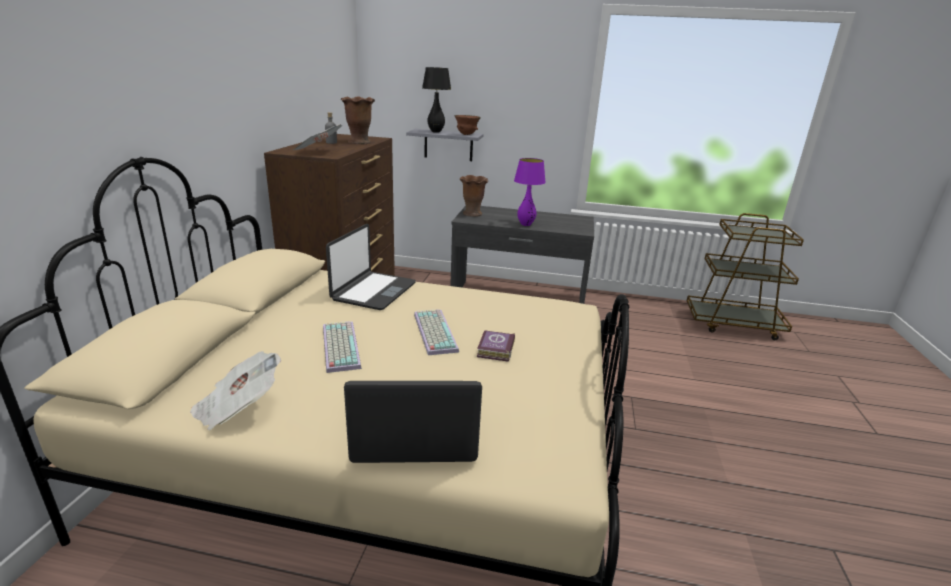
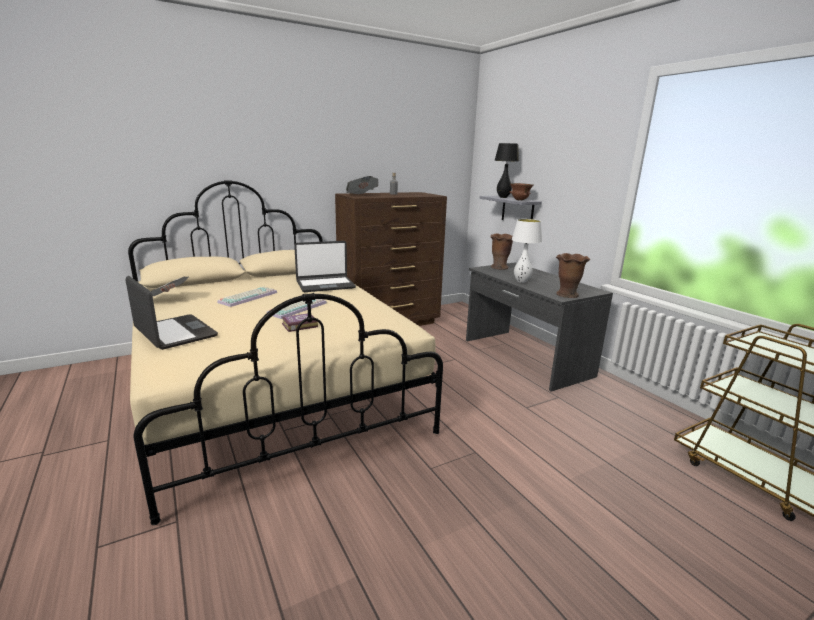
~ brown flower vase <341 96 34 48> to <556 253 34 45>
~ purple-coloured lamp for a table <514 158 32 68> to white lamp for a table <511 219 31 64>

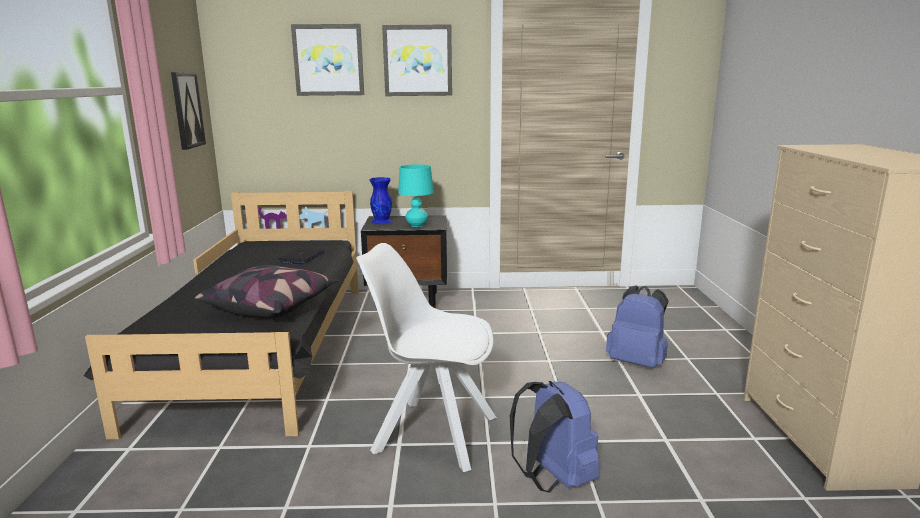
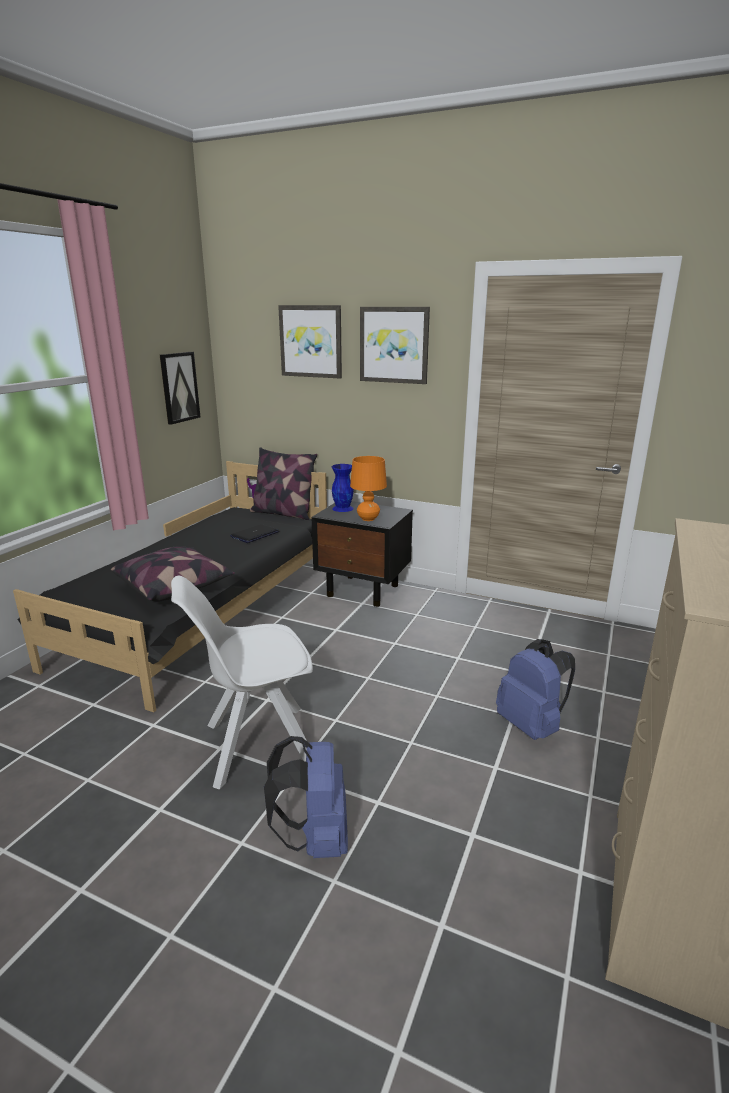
~ white plain chair <356 243 141 229> = <171 576 142 214> 60 degrees counterclockwise
~ turquoise lamp for a table <398 164 36 63> to orange lamp for a table <350 456 37 65>
+ cushion <250 447 67 73>

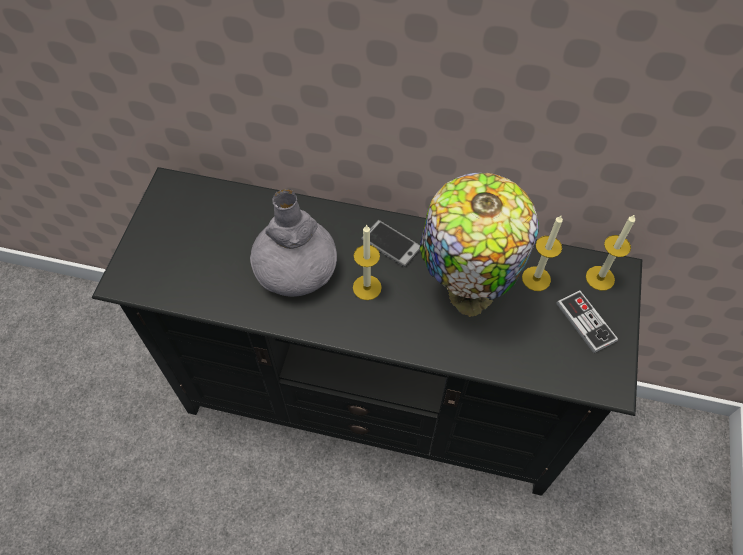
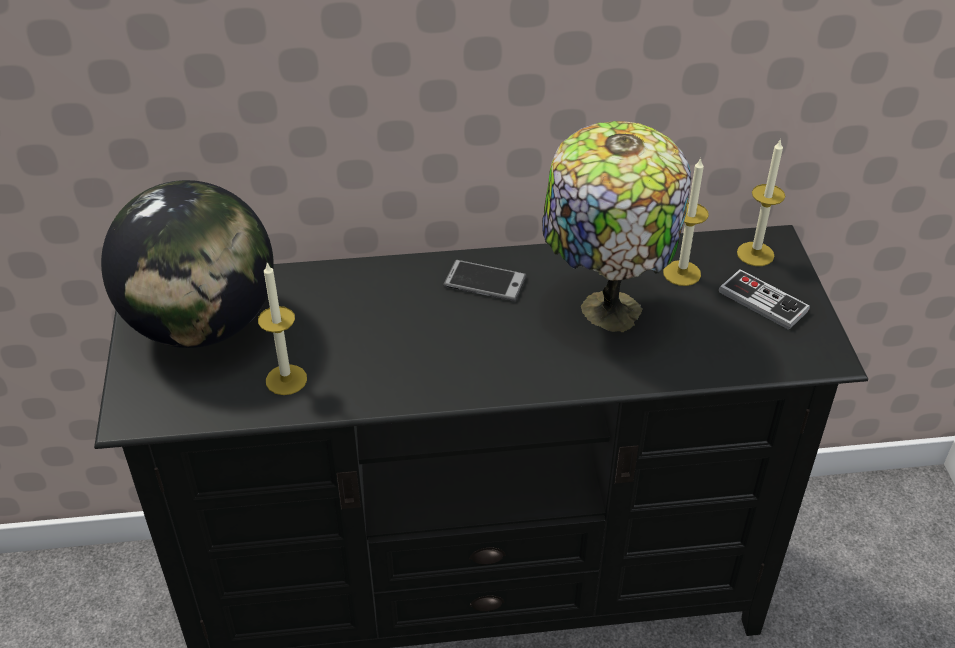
- gray flower vase <250 189 87 108>
~ wax light <353 224 29 76> to <258 263 49 132>
+ world globe <101 180 173 168>

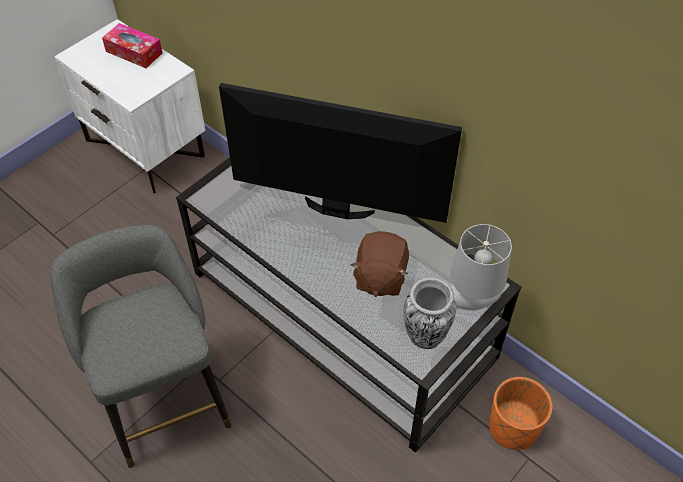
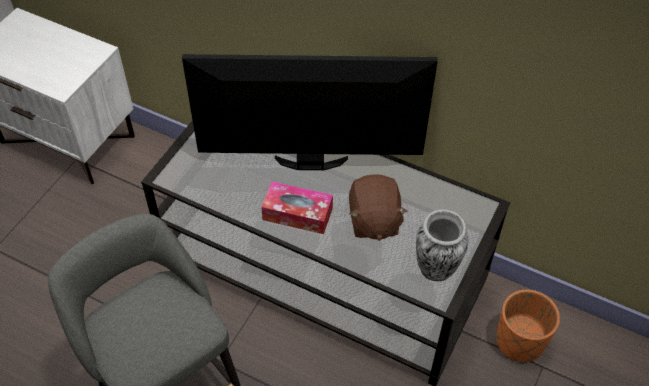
~ box of tissues <102 23 61 45> to <261 181 72 53>
- gray lamp for a table <450 224 62 86>

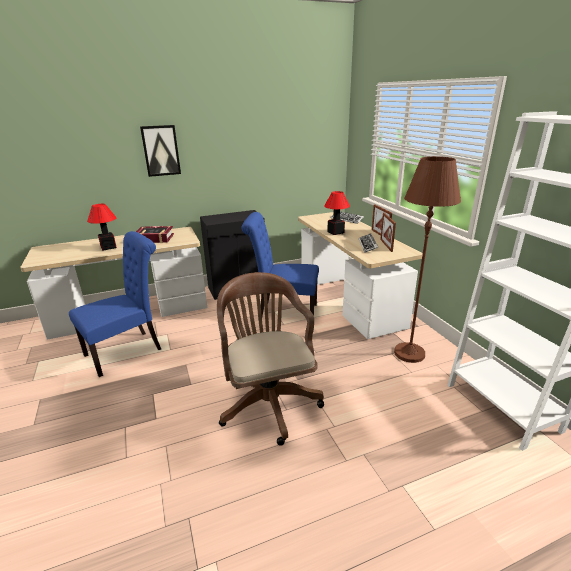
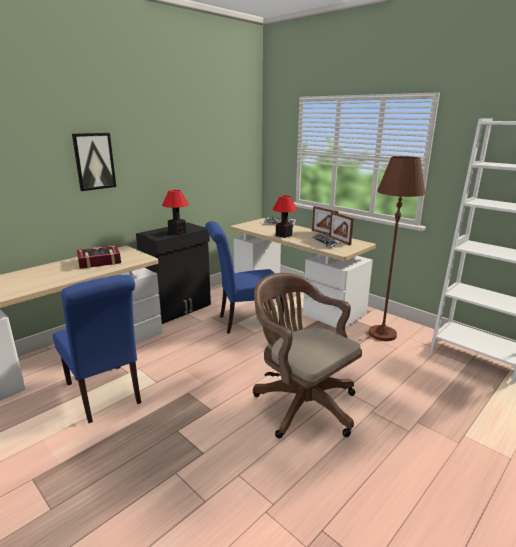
~ blue plain chair <69 231 92 146> = <53 275 88 148> 120 degrees clockwise
~ lamp for a table <87 204 30 46> to <162 190 27 45>

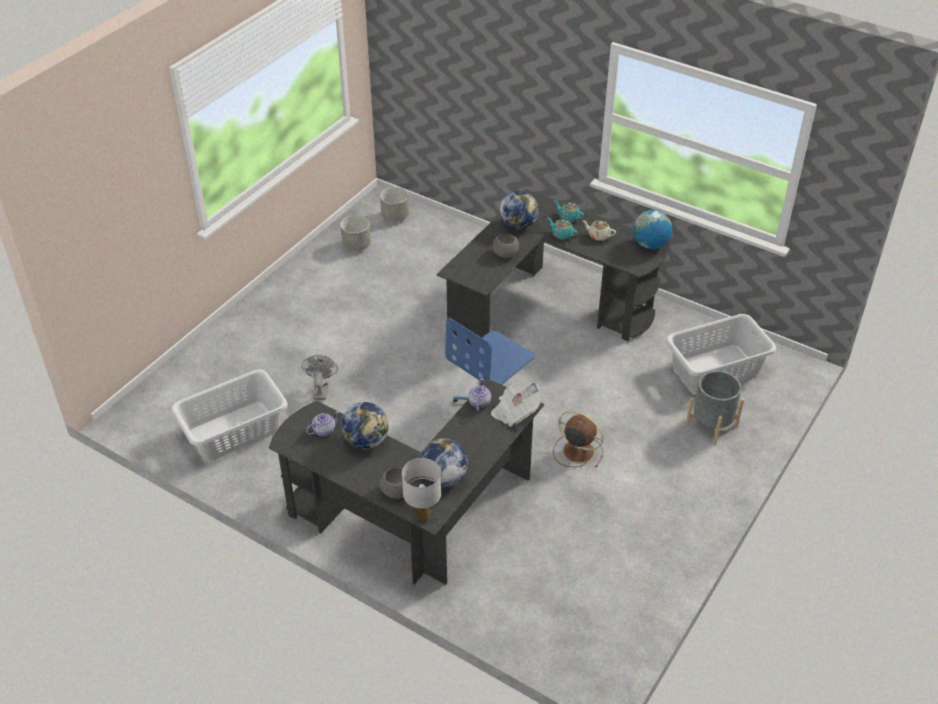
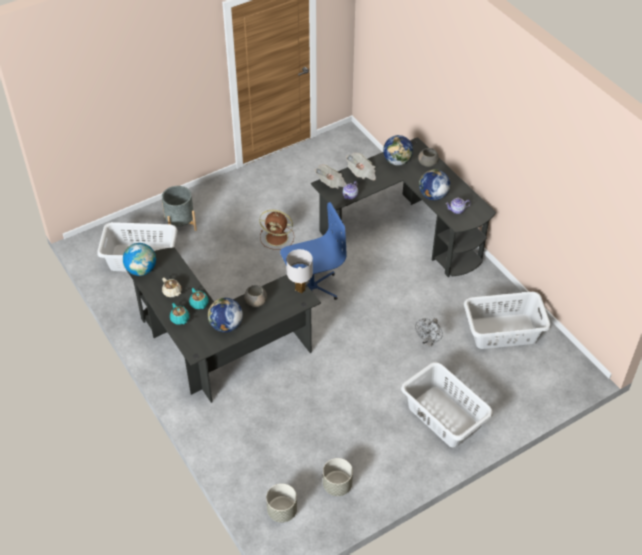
~ white lamp for a table <402 458 39 63> to <286 249 27 45>
~ brown electric fan <553 410 51 58> = <259 210 35 40> 45 degrees counterclockwise
+ newspaper <346 153 30 27>
+ gray washing basket <401 362 92 85>

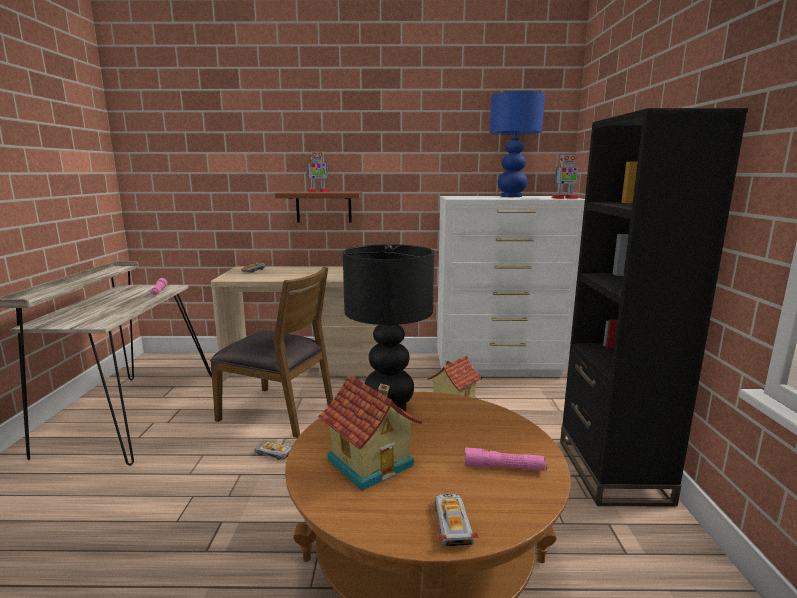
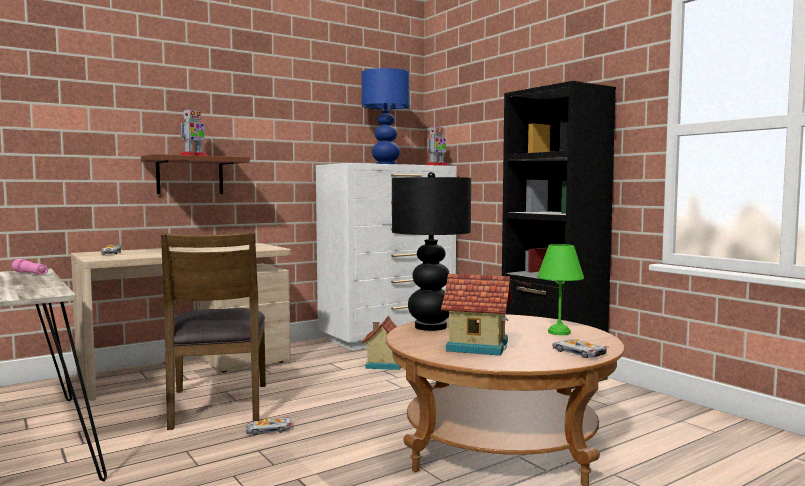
~ brown plain chair <210 267 123 171> = <161 232 105 198> 90 degrees clockwise
~ pink-coloured flashlight <464 447 83 24> to greenish lamp for a table <537 244 47 91>

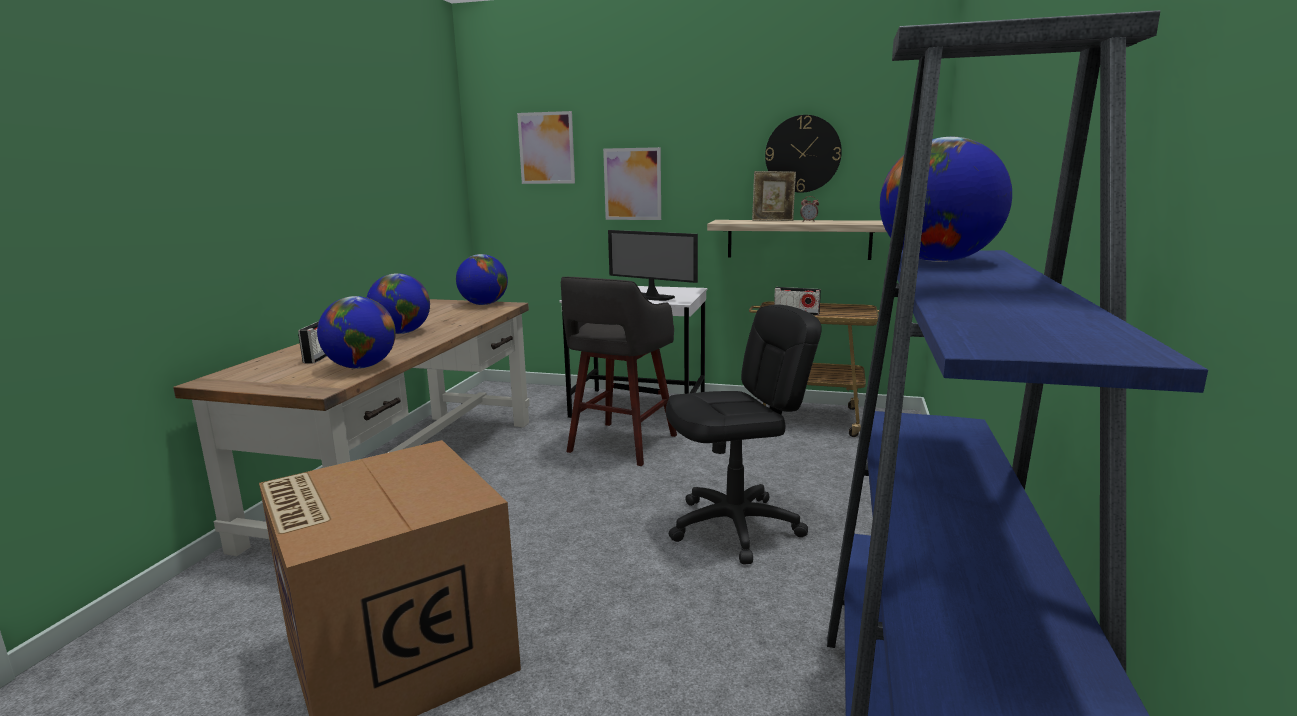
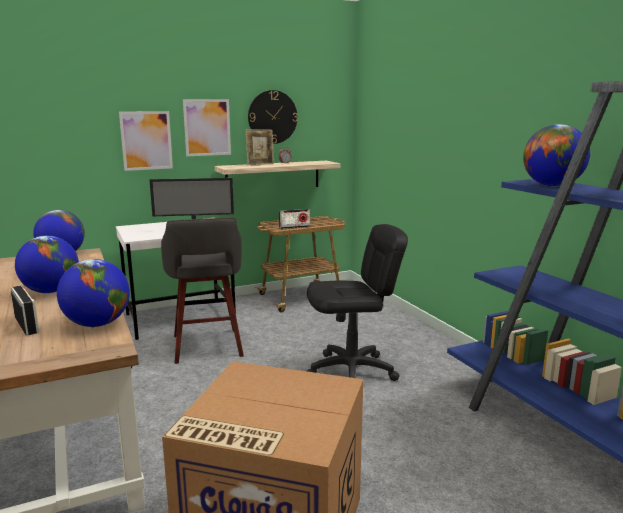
~ picture <517 111 58 73> to <183 99 48 57>
~ black-coloured desk chair <666 304 156 260> = <307 224 101 157> 45 degrees clockwise

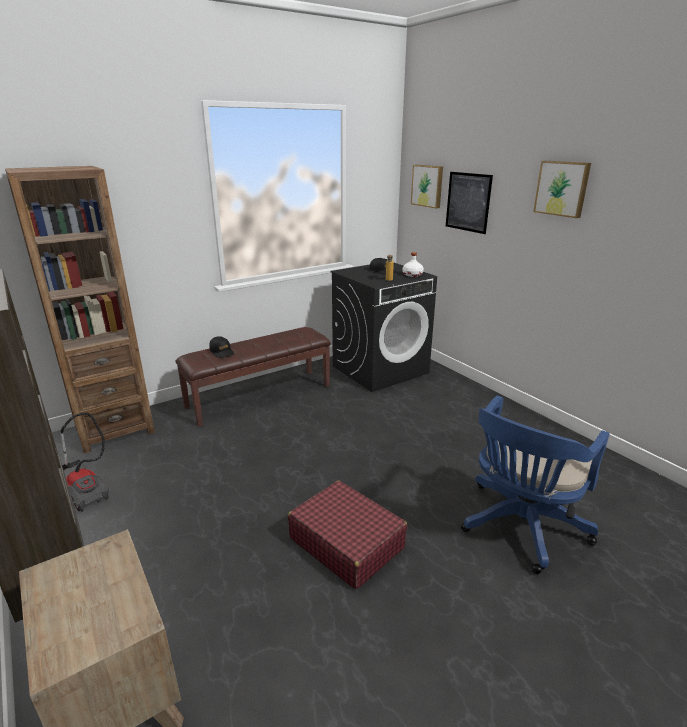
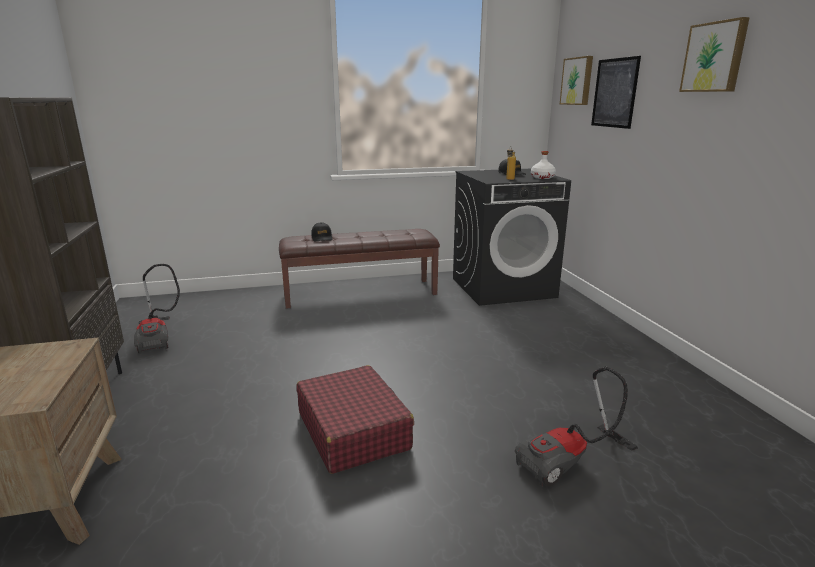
- brown shelving unit <5 166 150 288>
~ blue desk chair <461 396 149 178> to vacuum <515 367 123 120>

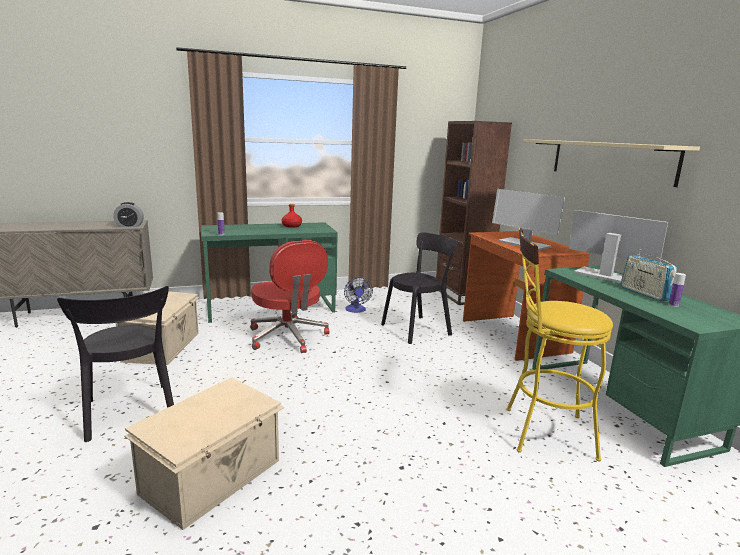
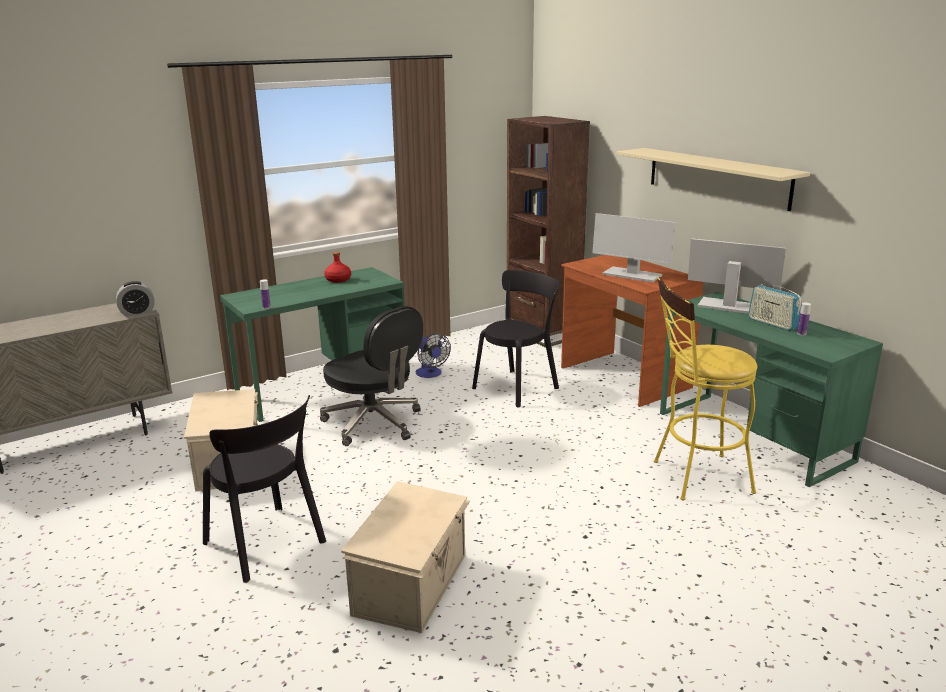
~ reddish desk chair <250 240 79 113> to black-coloured desk chair <320 306 103 140>

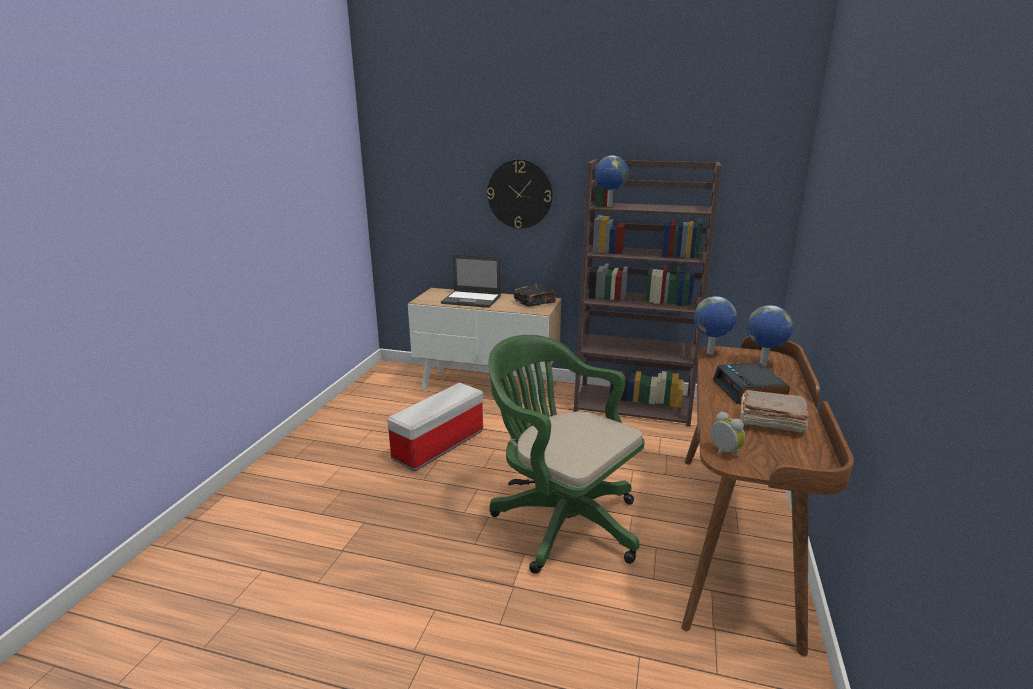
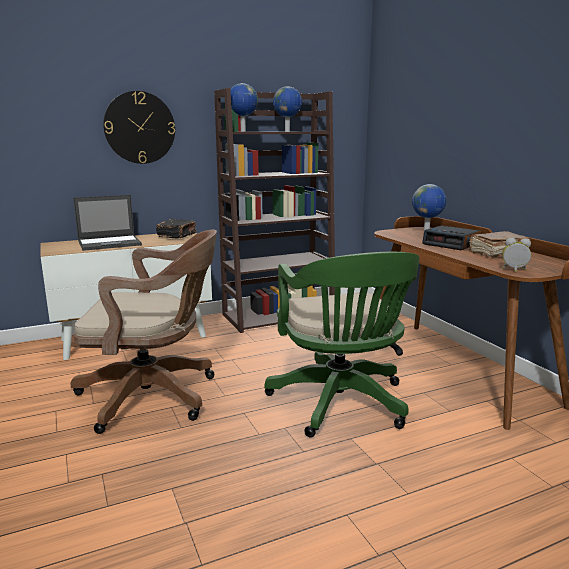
~ storage bin <387 382 96 89> to brown desk chair <70 229 147 205>
~ greenish desk chair <488 335 157 239> = <265 252 155 186> 105 degrees counterclockwise
~ world globe <694 296 43 59> to <273 86 29 46>

